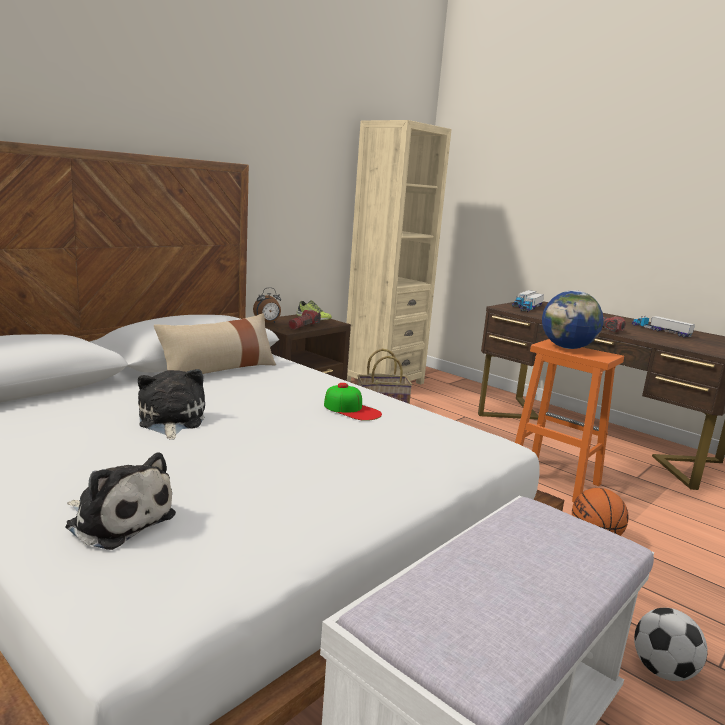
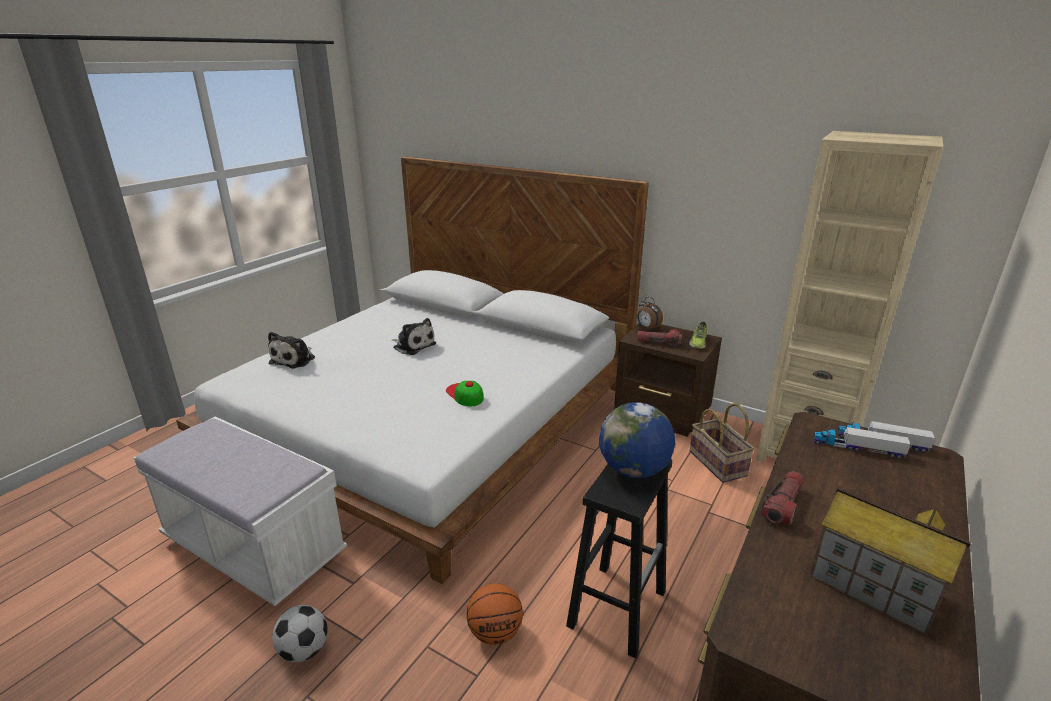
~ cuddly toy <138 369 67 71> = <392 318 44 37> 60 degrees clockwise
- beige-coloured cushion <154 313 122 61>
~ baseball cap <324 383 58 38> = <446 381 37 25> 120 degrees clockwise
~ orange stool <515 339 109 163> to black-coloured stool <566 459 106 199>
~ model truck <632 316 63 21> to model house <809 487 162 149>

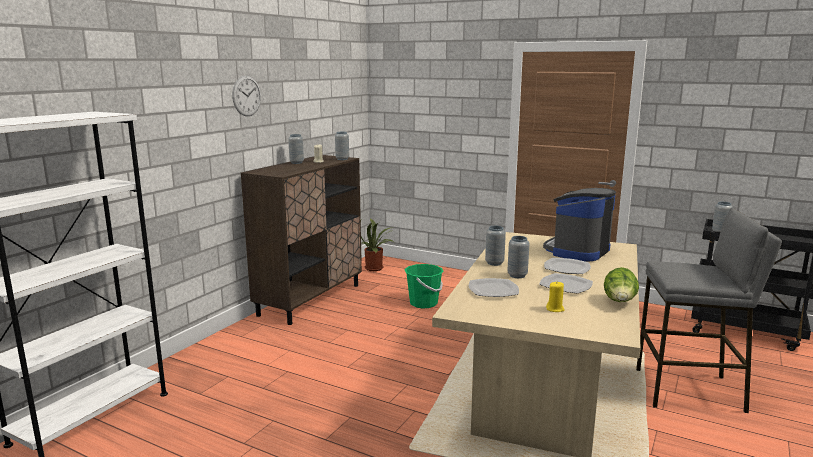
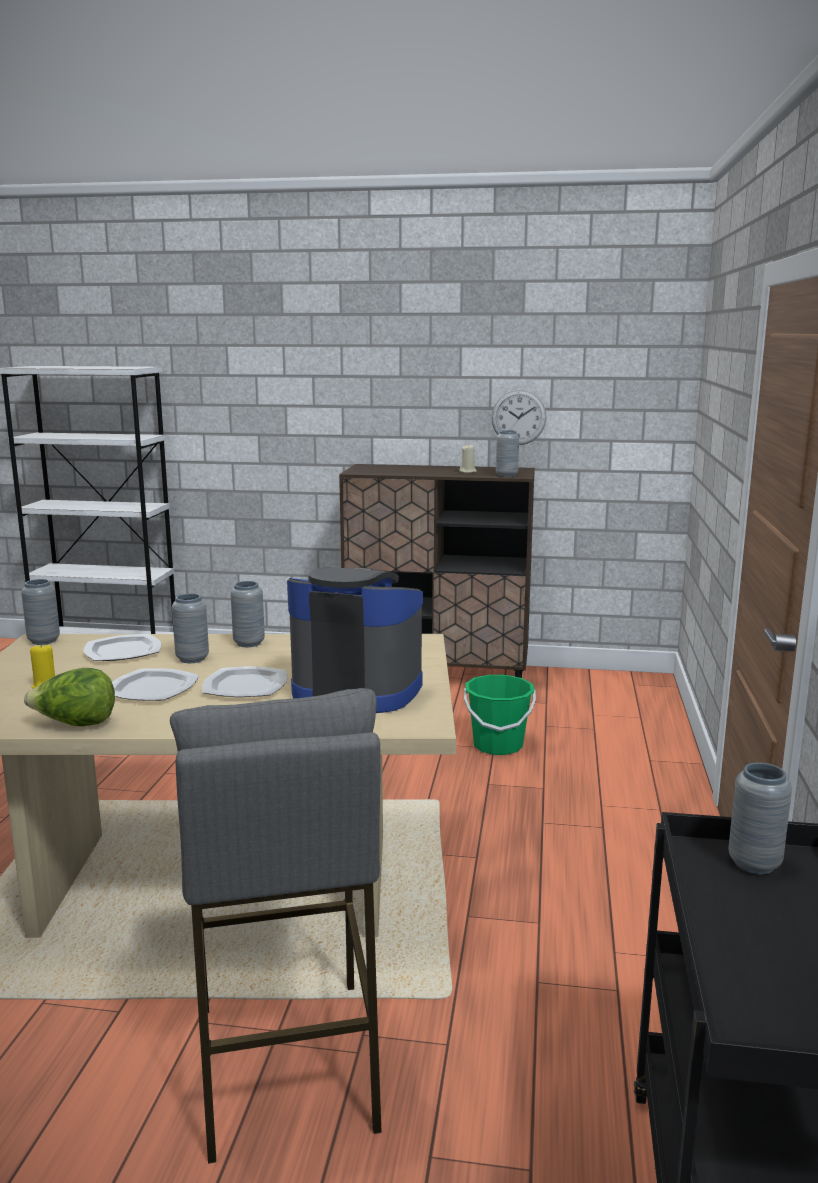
~ hanging clock <232 75 29 41> to <491 390 56 55>
~ gray flower vase <288 134 16 30> to <21 579 39 66>
- plant in a pot <361 219 33 52>

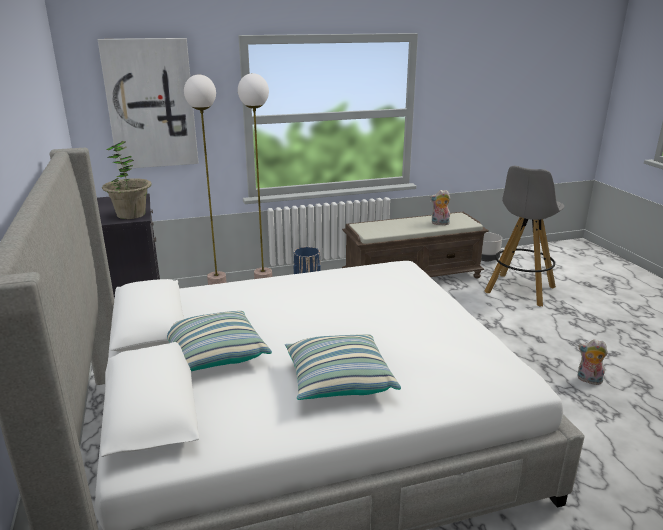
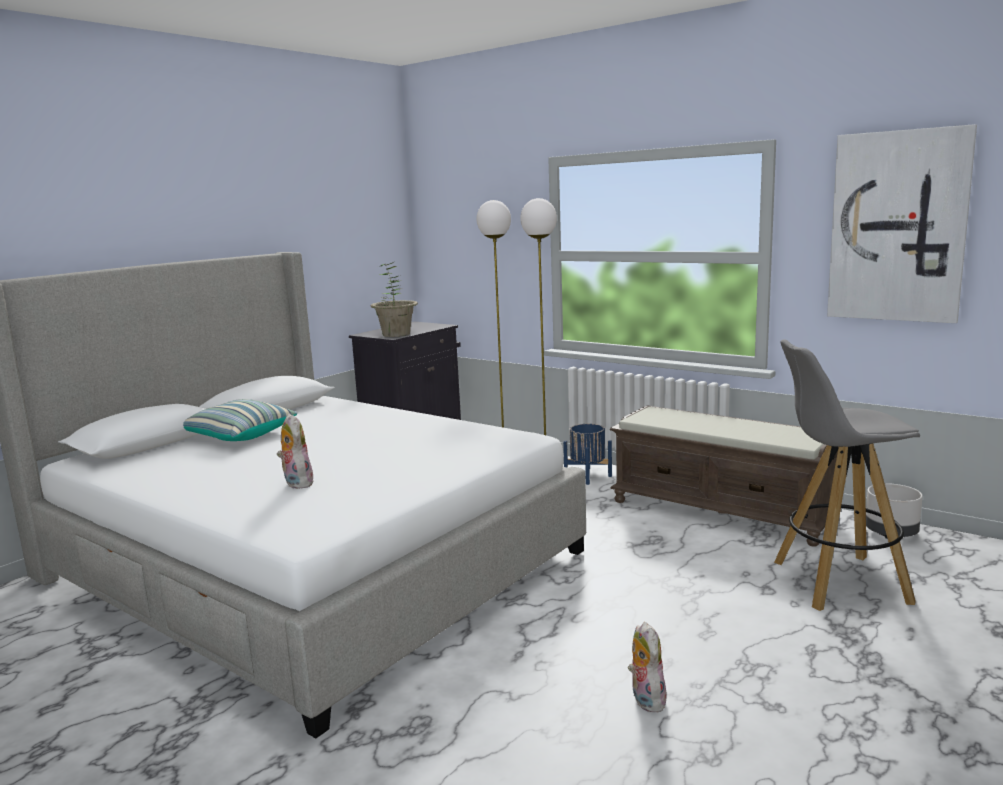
~ picture <98 38 101 131> to <827 124 150 199>
- cushion <285 334 116 66>
~ cuddly toy <430 190 20 36> to <276 413 38 76>

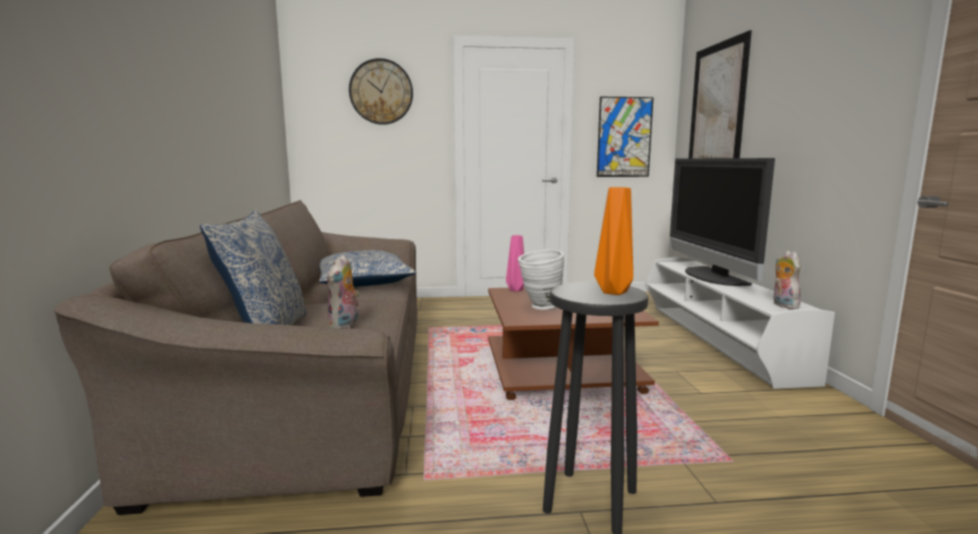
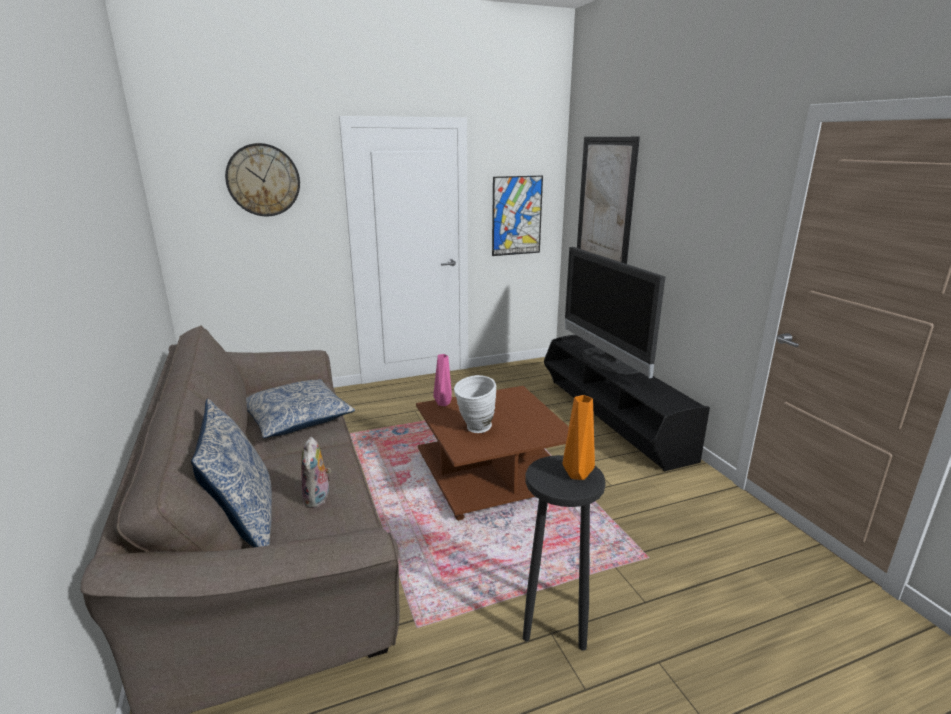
~ white media console <645 257 190 132> to black-coloured media console <544 335 166 136>
- cuddly toy <774 251 27 58>

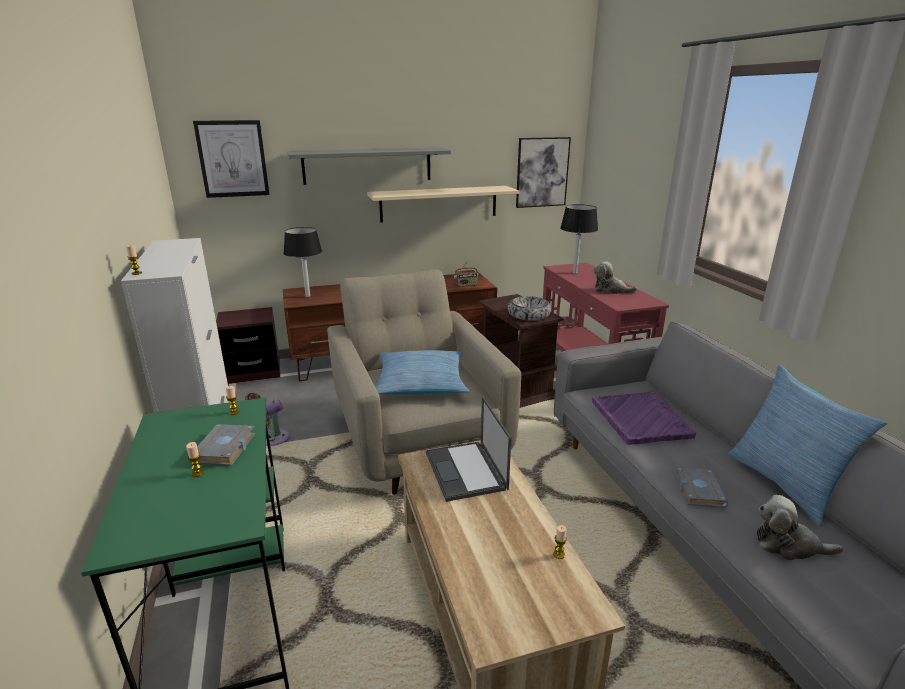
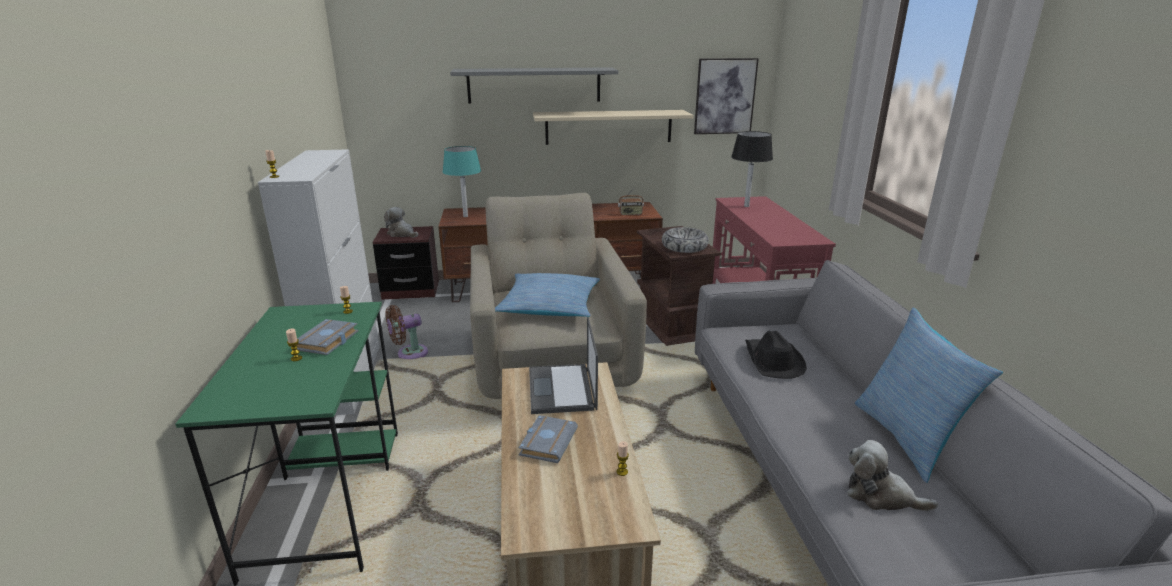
- picture <193 120 77 78>
~ black-coloured lamp for a table <284 227 38 70> to turquoise lamp for a table <443 146 38 71>
~ purple-coloured serving tray <592 391 104 54> to black-coloured wearable hat <745 331 62 48>
~ cuddly toy <594 261 43 33> to <384 207 34 30>
~ gray book <676 468 53 40> to <518 415 60 48>

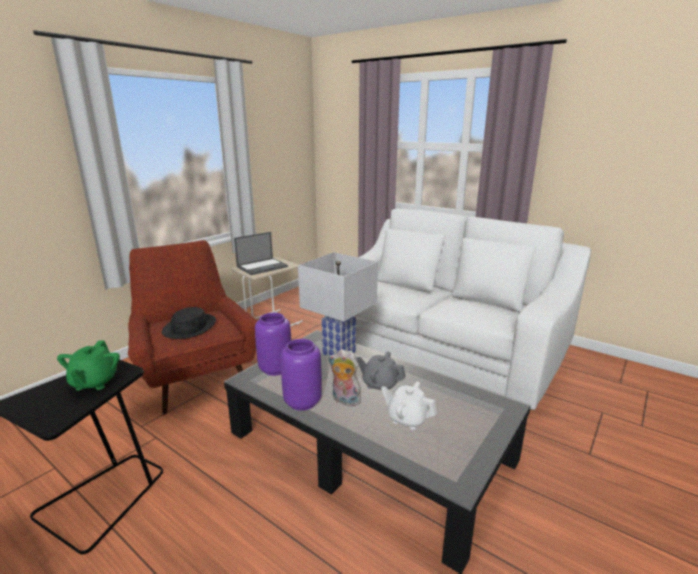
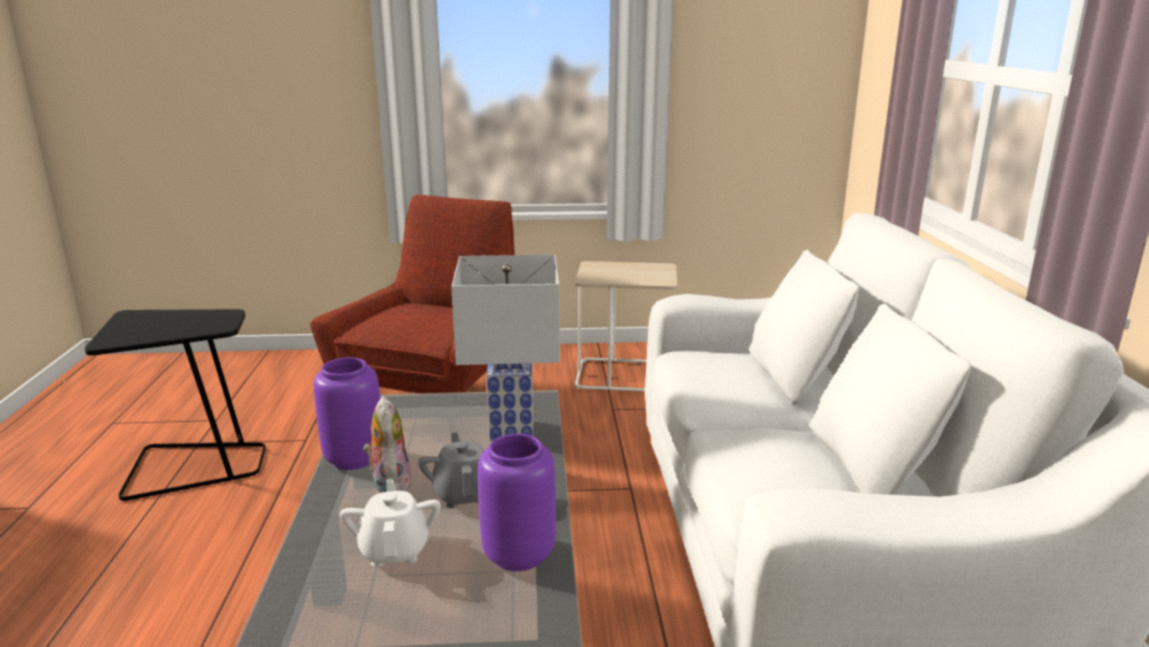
- greenish pot for tea <57 341 63 49>
- black-coloured wearable hat <162 307 54 32>
- portable computer <234 232 54 43>
~ purple-coloured flower vase <255 313 36 63> to <478 434 78 137>

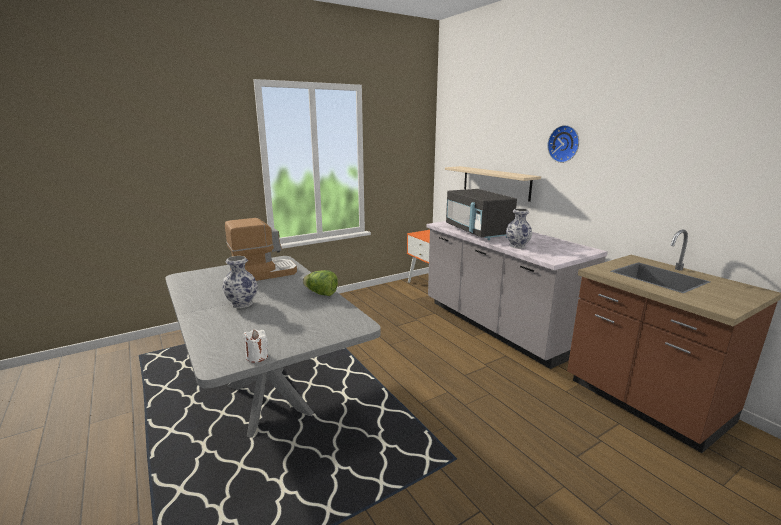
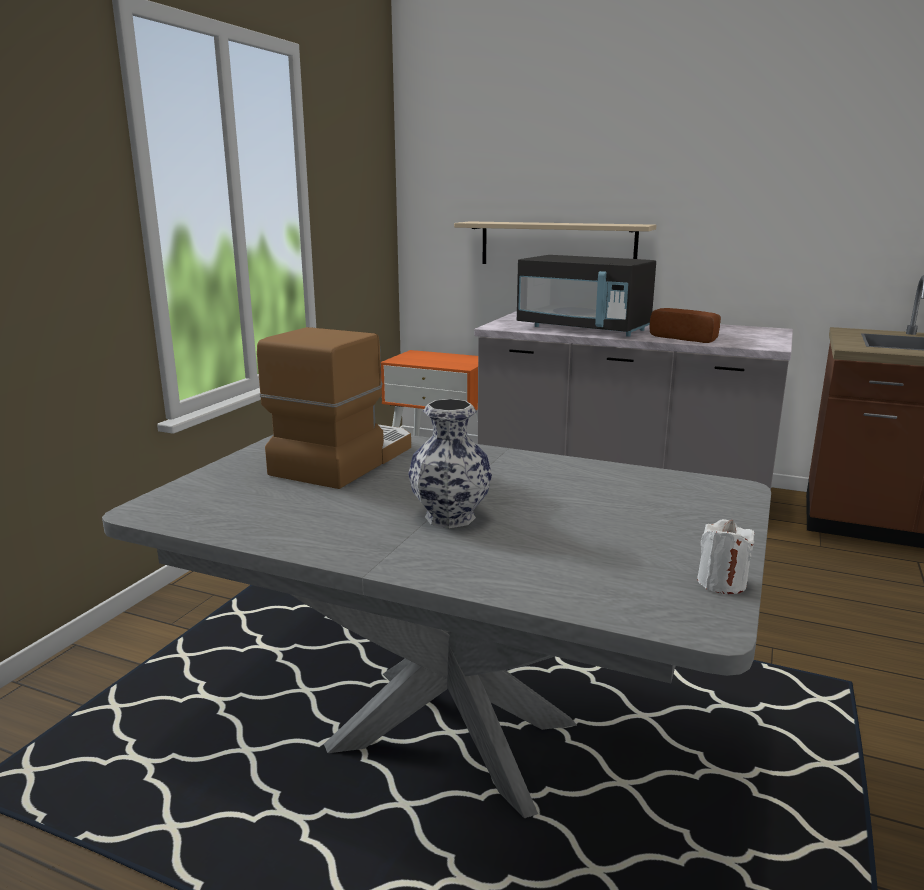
- head of lettuce <303 270 35 26>
~ flower vase <506 208 26 40> to bread <650 308 71 35>
- hanging clock <547 125 32 38>

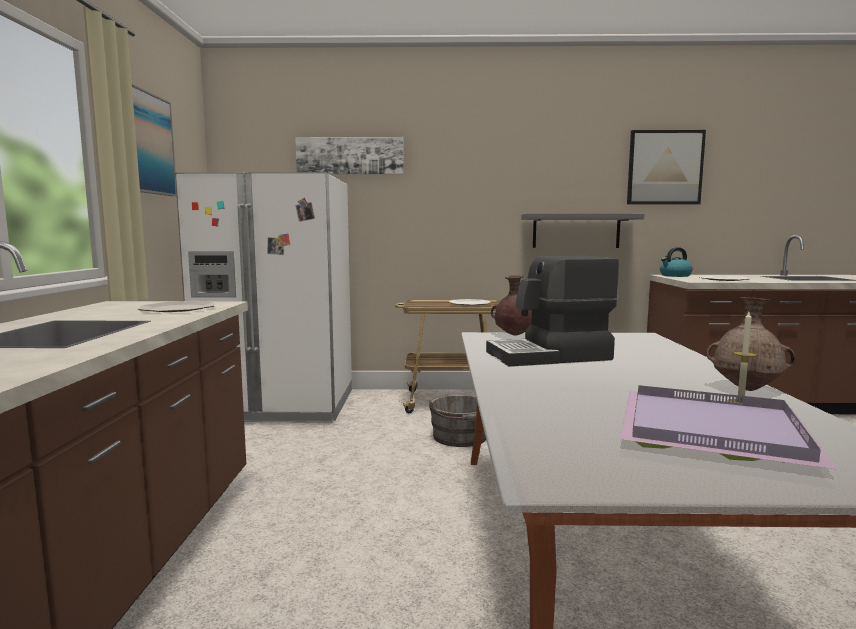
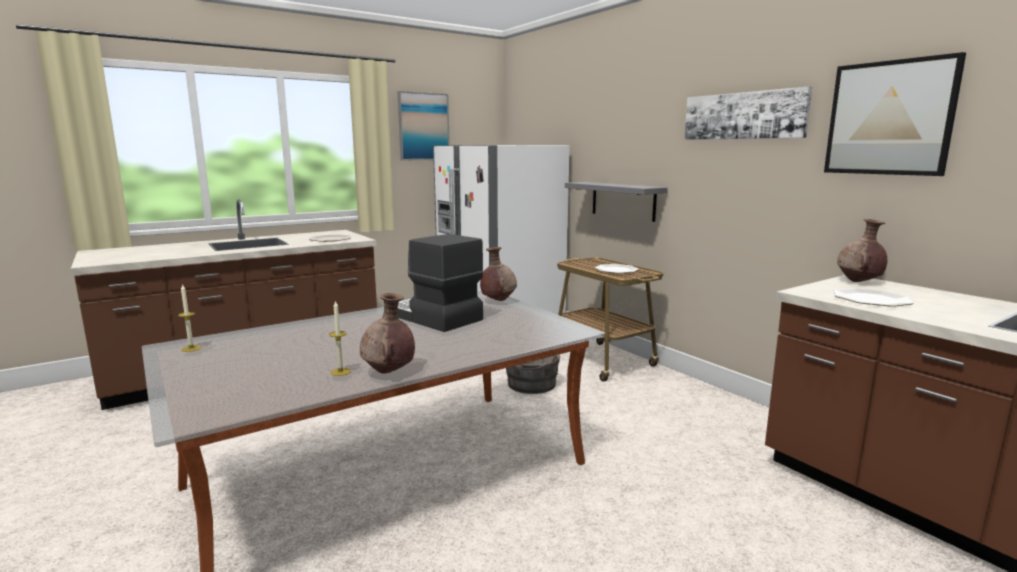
~ picture <295 137 109 38> to <684 87 128 53>
~ gray bracket shelf <521 213 124 35> to <565 182 102 40>
- purple-coloured serving tray <620 385 217 85>
~ kettle <660 247 33 30> to brown flower vase <837 219 50 63>
+ wax light <178 284 23 68>

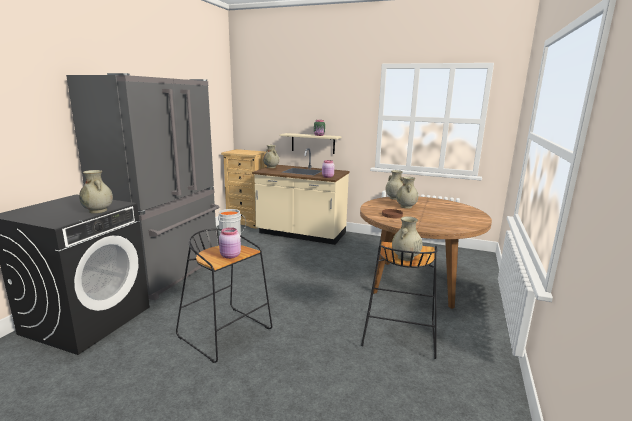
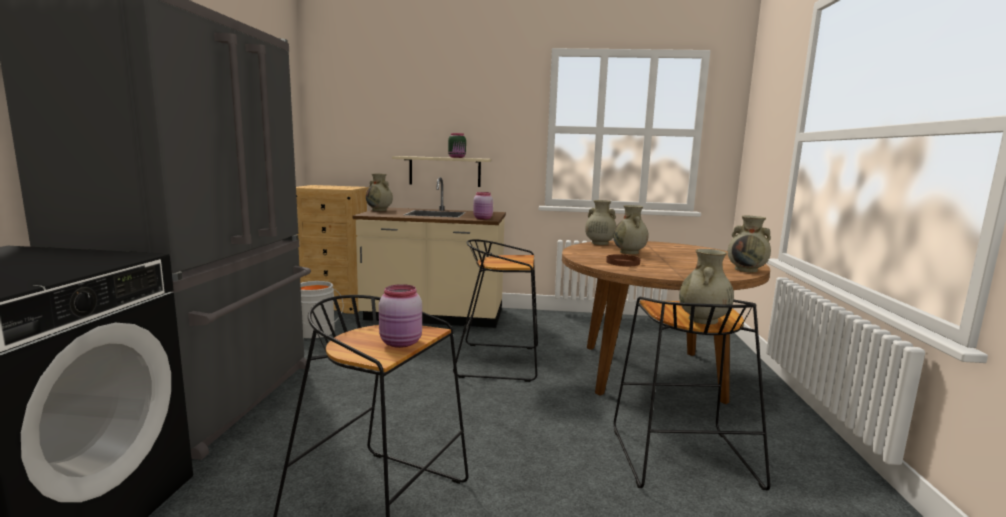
~ beige-coloured flower vase <79 170 34 43> to <728 216 43 56>
+ black-coloured stool <453 239 85 143>

